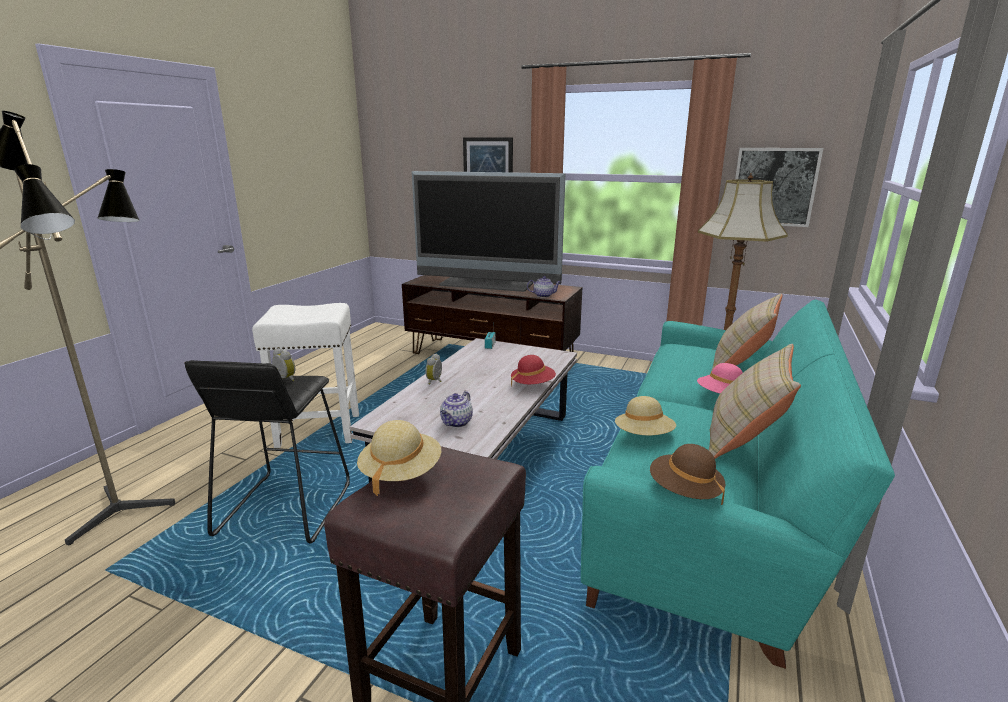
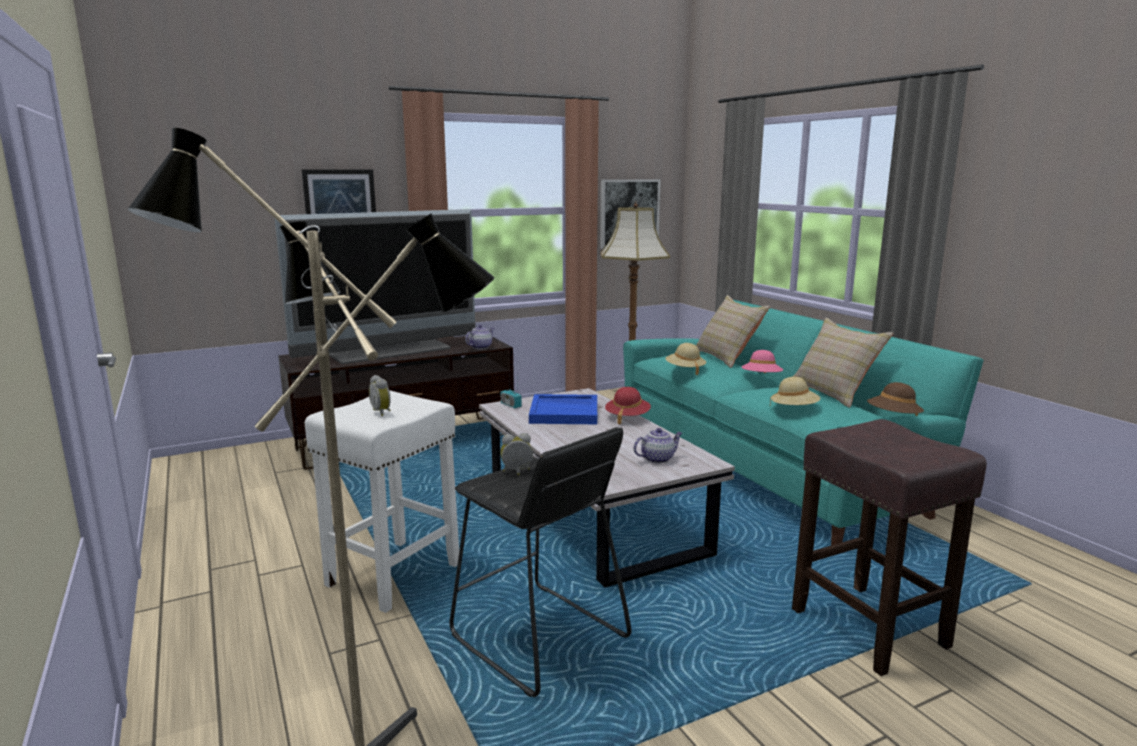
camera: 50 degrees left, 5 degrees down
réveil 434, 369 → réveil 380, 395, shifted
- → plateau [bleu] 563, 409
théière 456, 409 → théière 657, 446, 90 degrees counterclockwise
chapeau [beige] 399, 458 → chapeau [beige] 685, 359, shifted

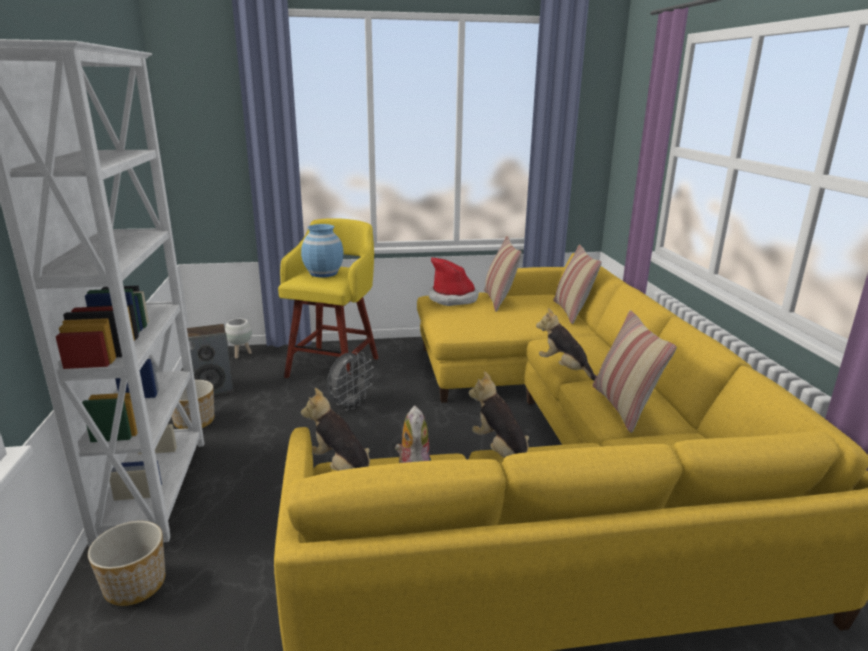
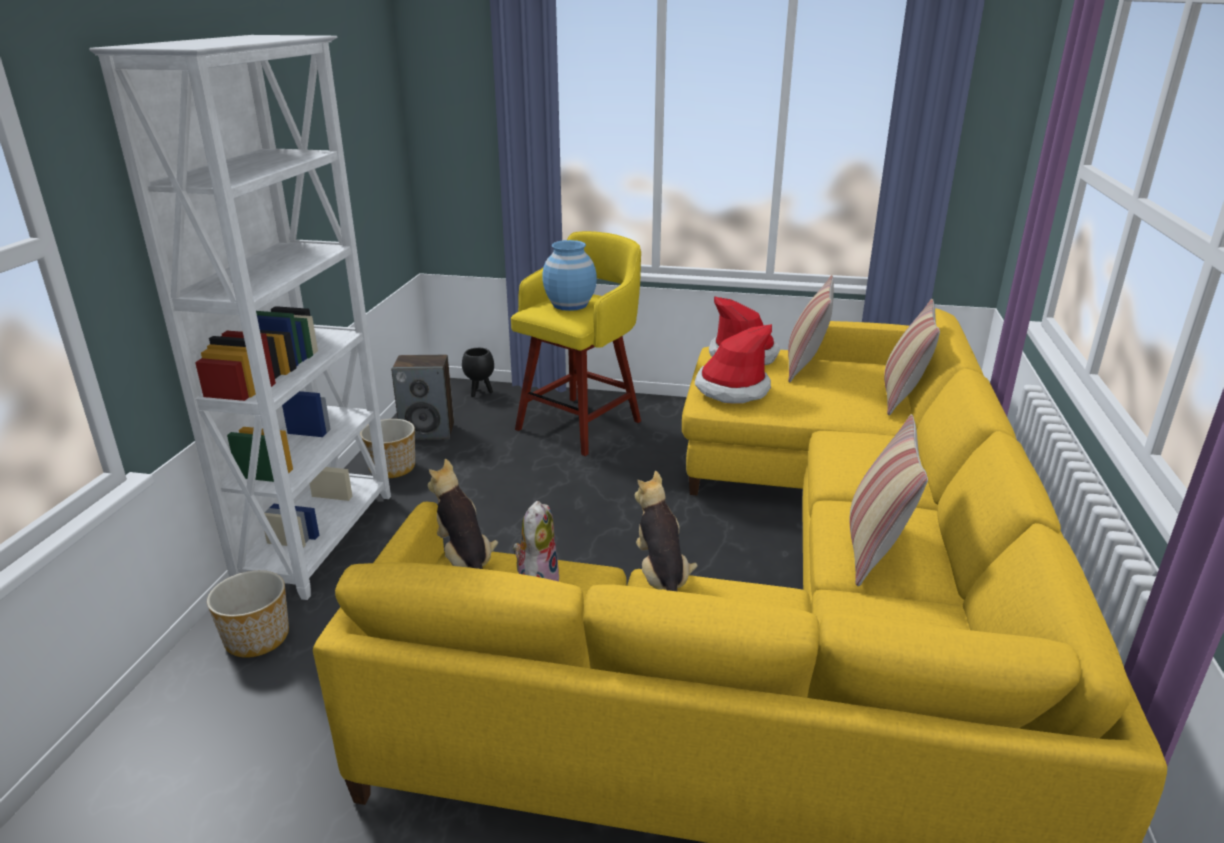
camera: 20 degrees right, 5 degrees up
cache-pot [blanc] 238, 339 → cache-pot [noir] 478, 372
- → chapeau 733, 364
ventilateur [gris] 350, 381 → -
peluche 566, 344 → -

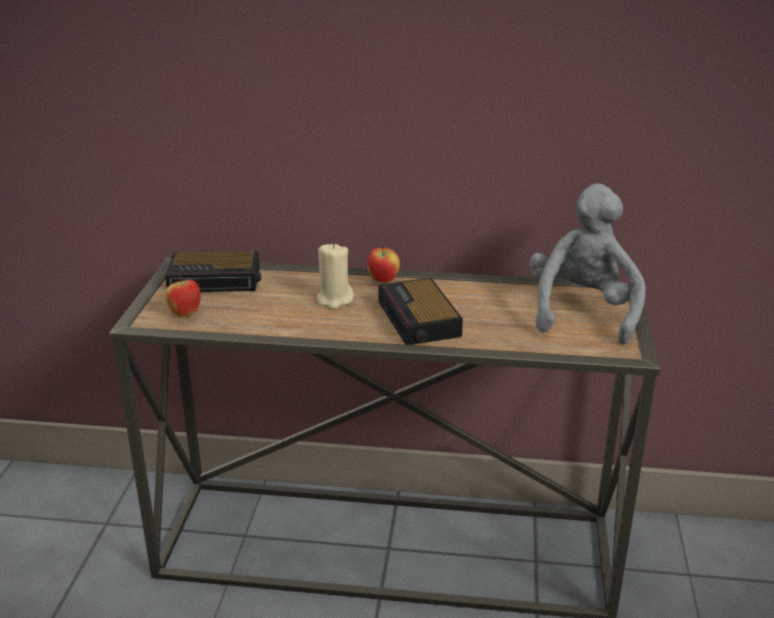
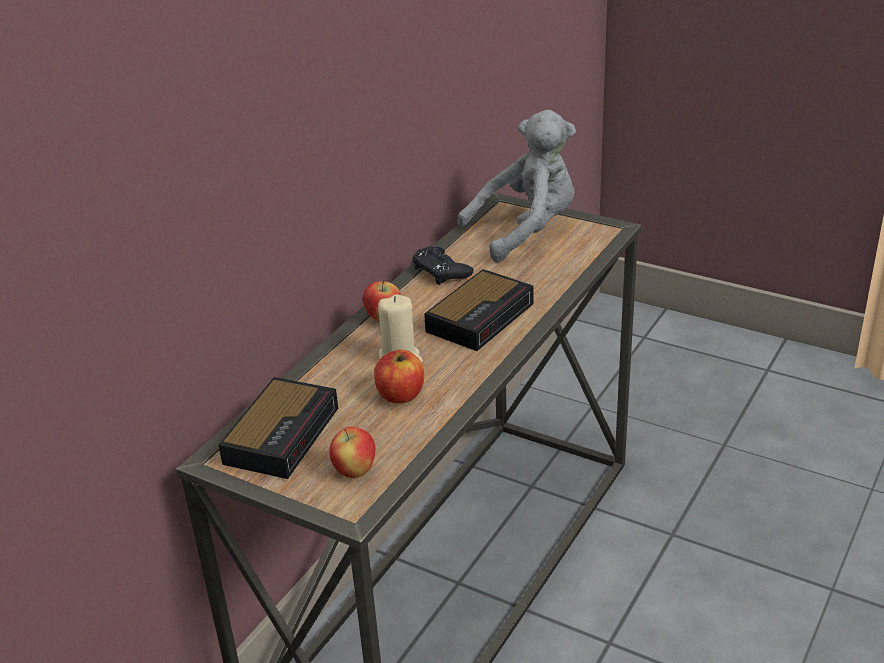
camera: 65 degrees left, 5 degrees up
- → pomme 399, 377
- → manette [noir] 442, 265
réveil 421, 311 → réveil 479, 310, 60 degrees counterclockwise
peluche [gris] 587, 263 → peluche [gris] 516, 186, 120 degrees clockwise

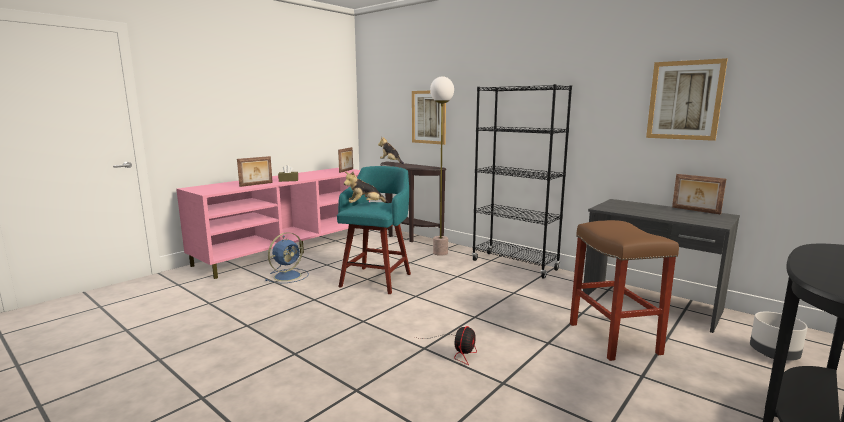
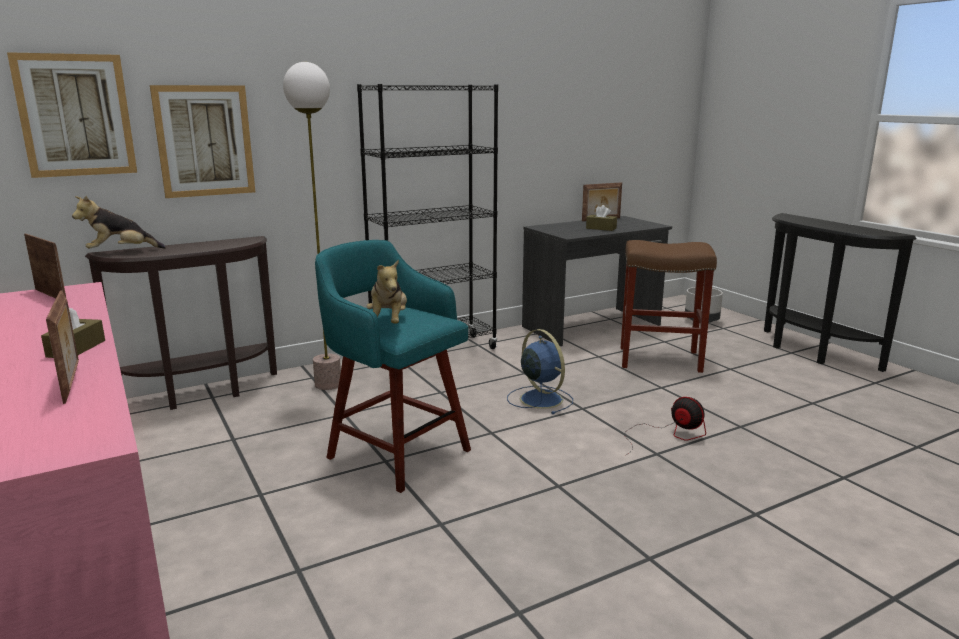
camera: 70 degrees left, 5 degrees up
tableau 687, 99 → tableau 72, 115, shifted
ventilateur [bleu] 287, 257 → ventilateur [bleu] 540, 371, shifted
- → boîte à mouchoirs [marron] 601, 218

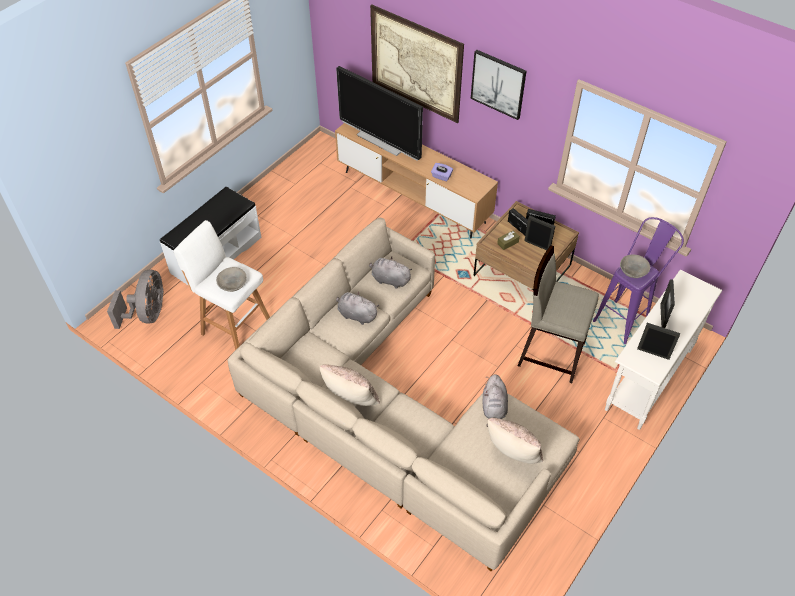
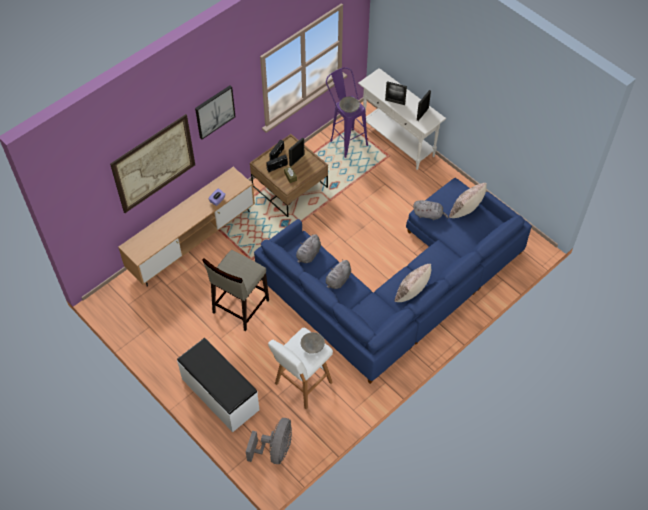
camera: 80 degrees left, 5 degrees up
tabouret [beige] 558, 314 → tabouret [beige] 235, 290, shifted
ventilateur [gris] 135, 299 → ventilateur [gris] 269, 441, 90 degrees clockwise
canapé [beige] 404, 394 → canapé [bleu] 393, 281
téléviseur 379, 113 → -

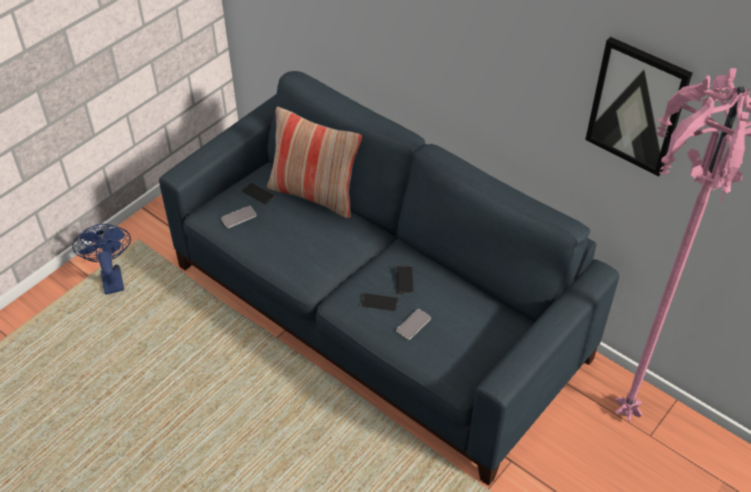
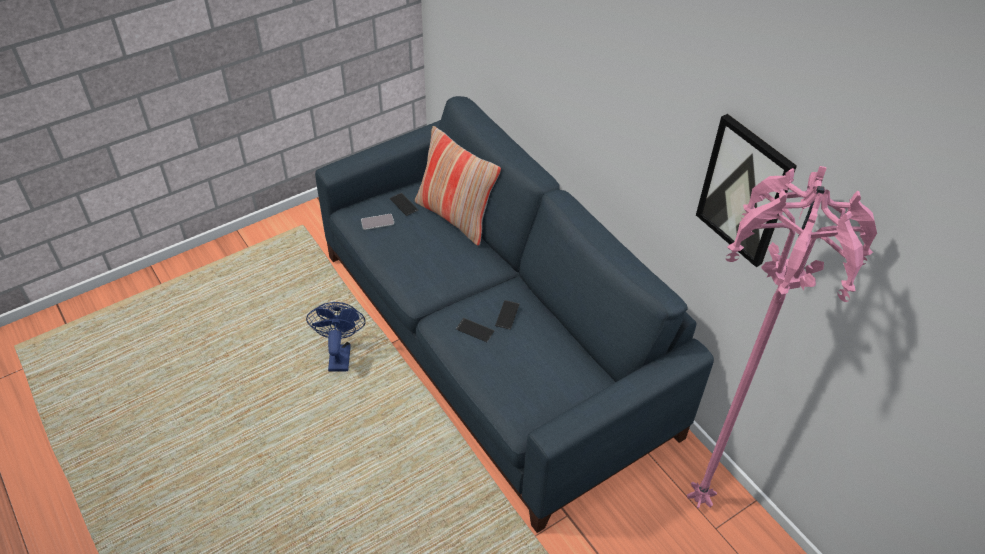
camera: 15 degrees right, 0 degrees up
ventilateur [bleu] 101, 259 → ventilateur [bleu] 336, 337, shifted
téléphone 413, 324 → -

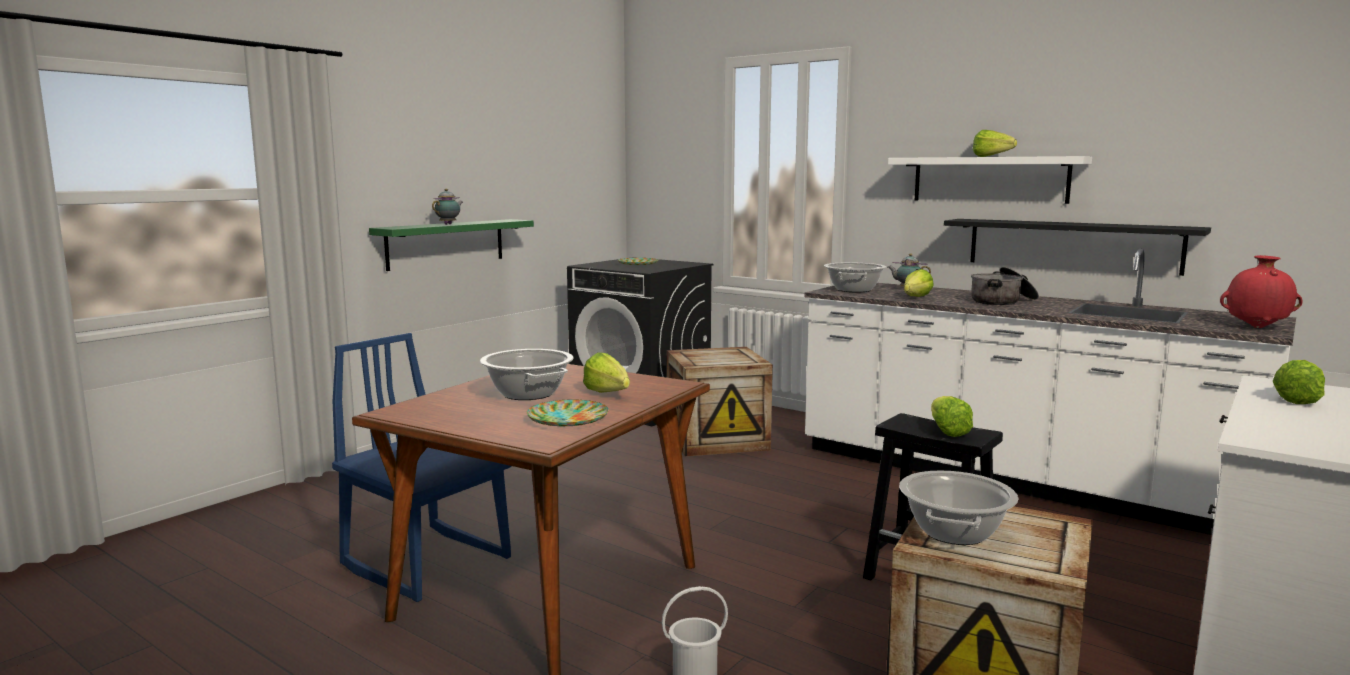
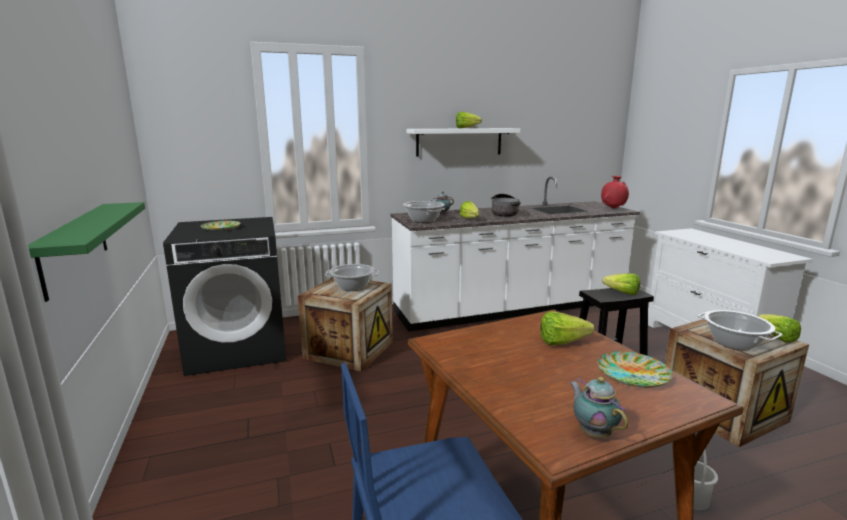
camera: 55 degrees left, 5 degrees up
marmite 526, 374 → marmite 352, 277, shifted
théière 447, 207 → théière 598, 407, shifted
laitue 1299, 382 → laitue 779, 328, shifted
étagère [noir] 1077, 247 → -

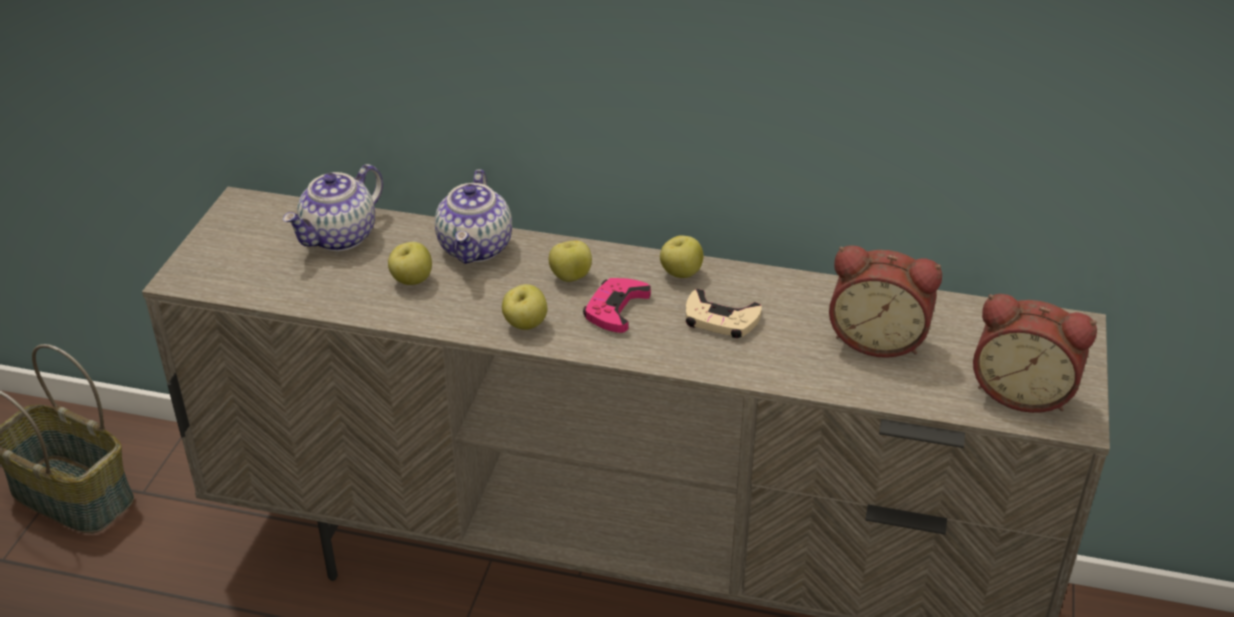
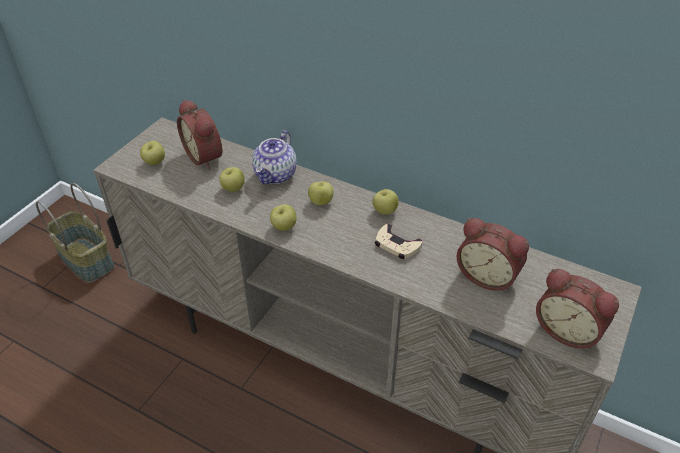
camera: 15 degrees right, 5 degrees up
- → pomme 152, 153
théière 333, 207 → réveil 199, 134
manette [rose] 617, 305 → -

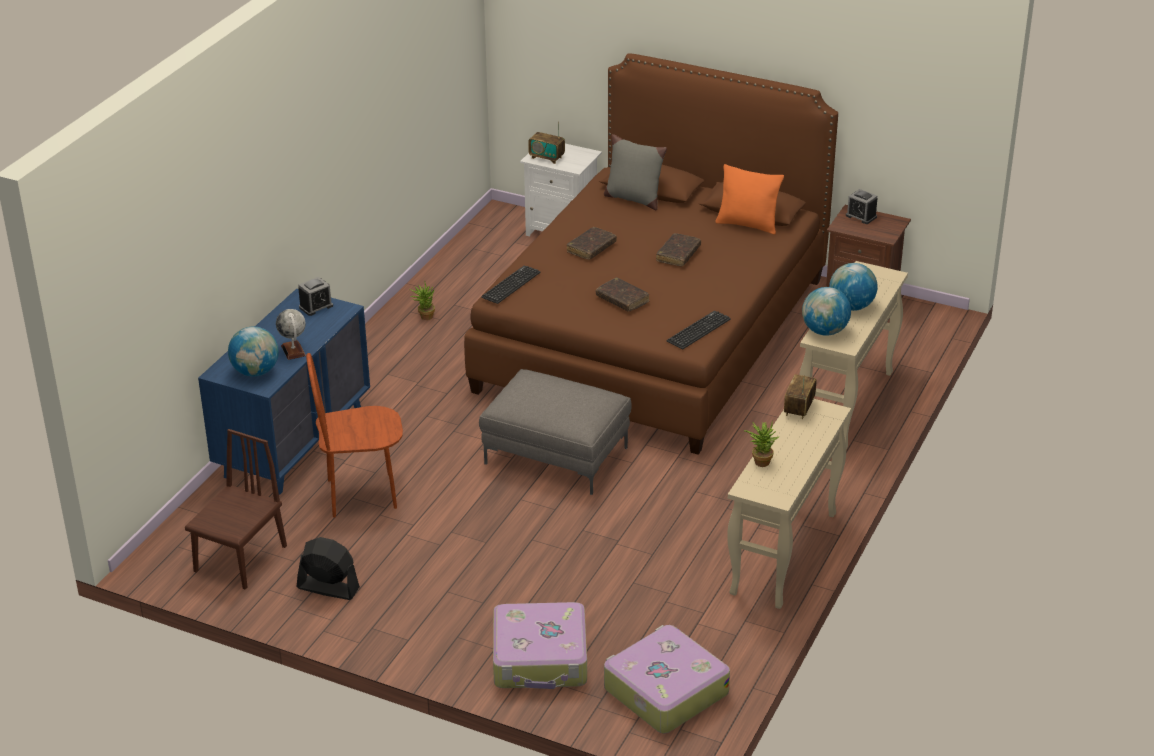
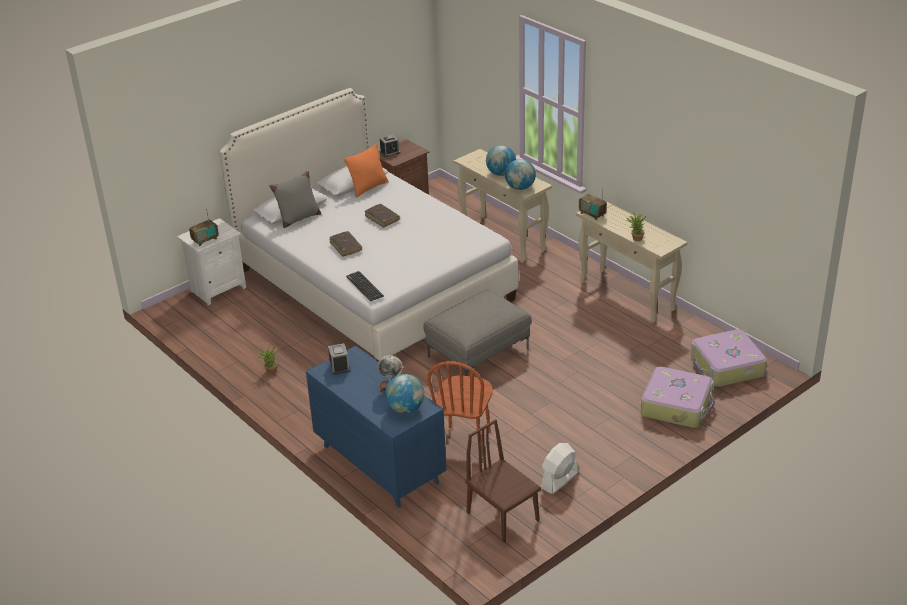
camera: 65 degrees left, 0 degrees up
lit [marron] 651, 254 → lit [blanc] 369, 225
ventilateur [noir] 328, 568 → ventilateur [blanc] 560, 468
livre [marron] 622, 294 → -
clavier 699, 330 → -

